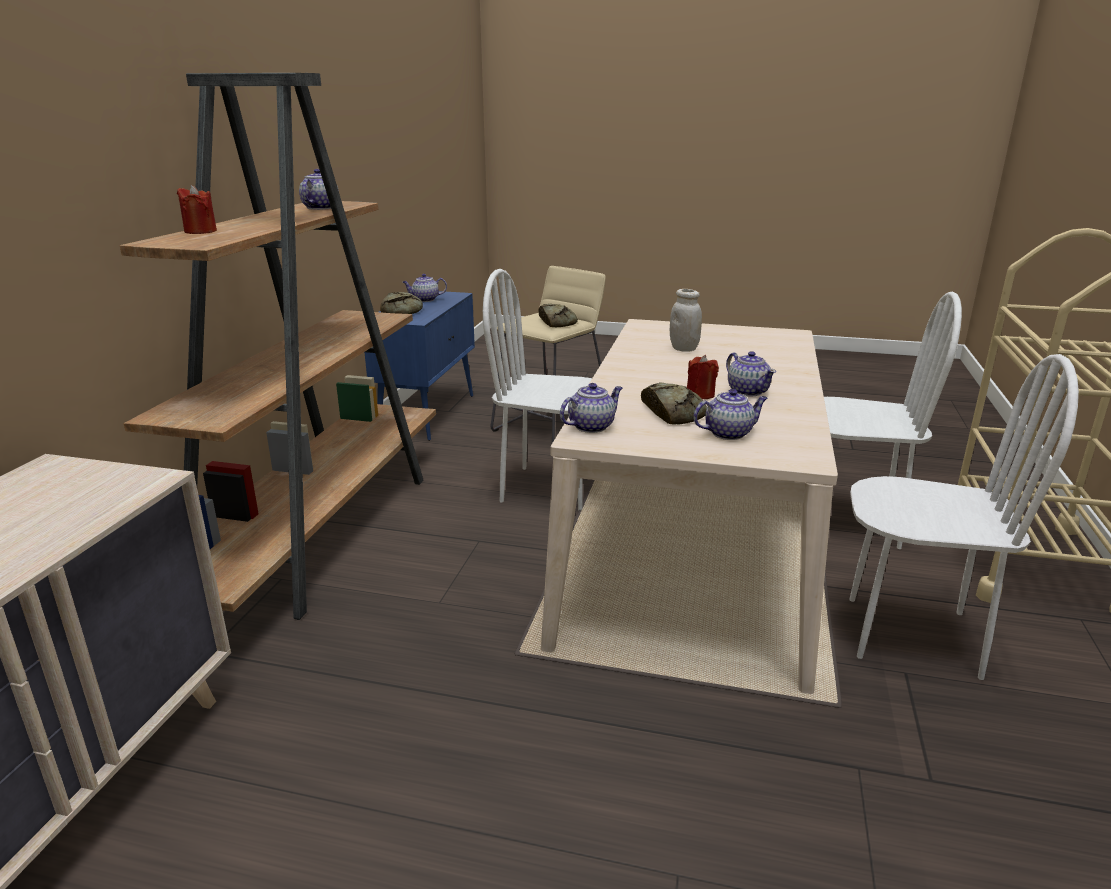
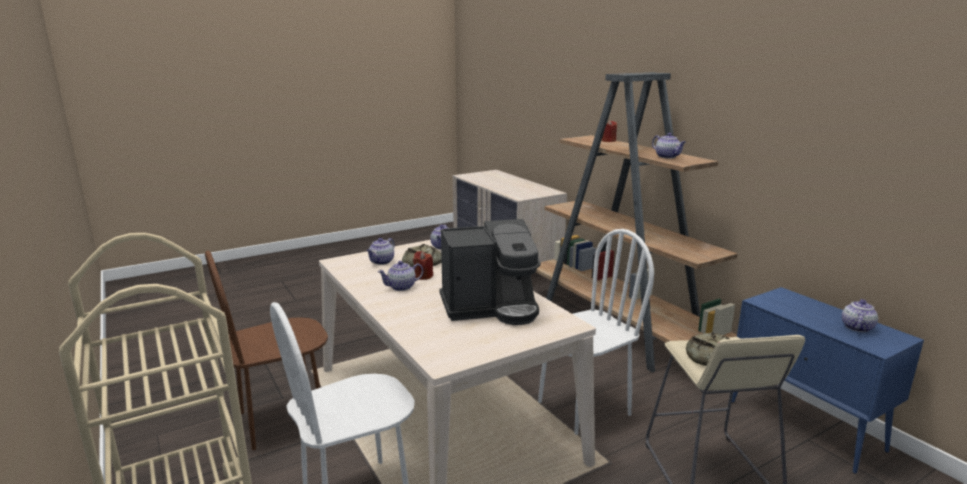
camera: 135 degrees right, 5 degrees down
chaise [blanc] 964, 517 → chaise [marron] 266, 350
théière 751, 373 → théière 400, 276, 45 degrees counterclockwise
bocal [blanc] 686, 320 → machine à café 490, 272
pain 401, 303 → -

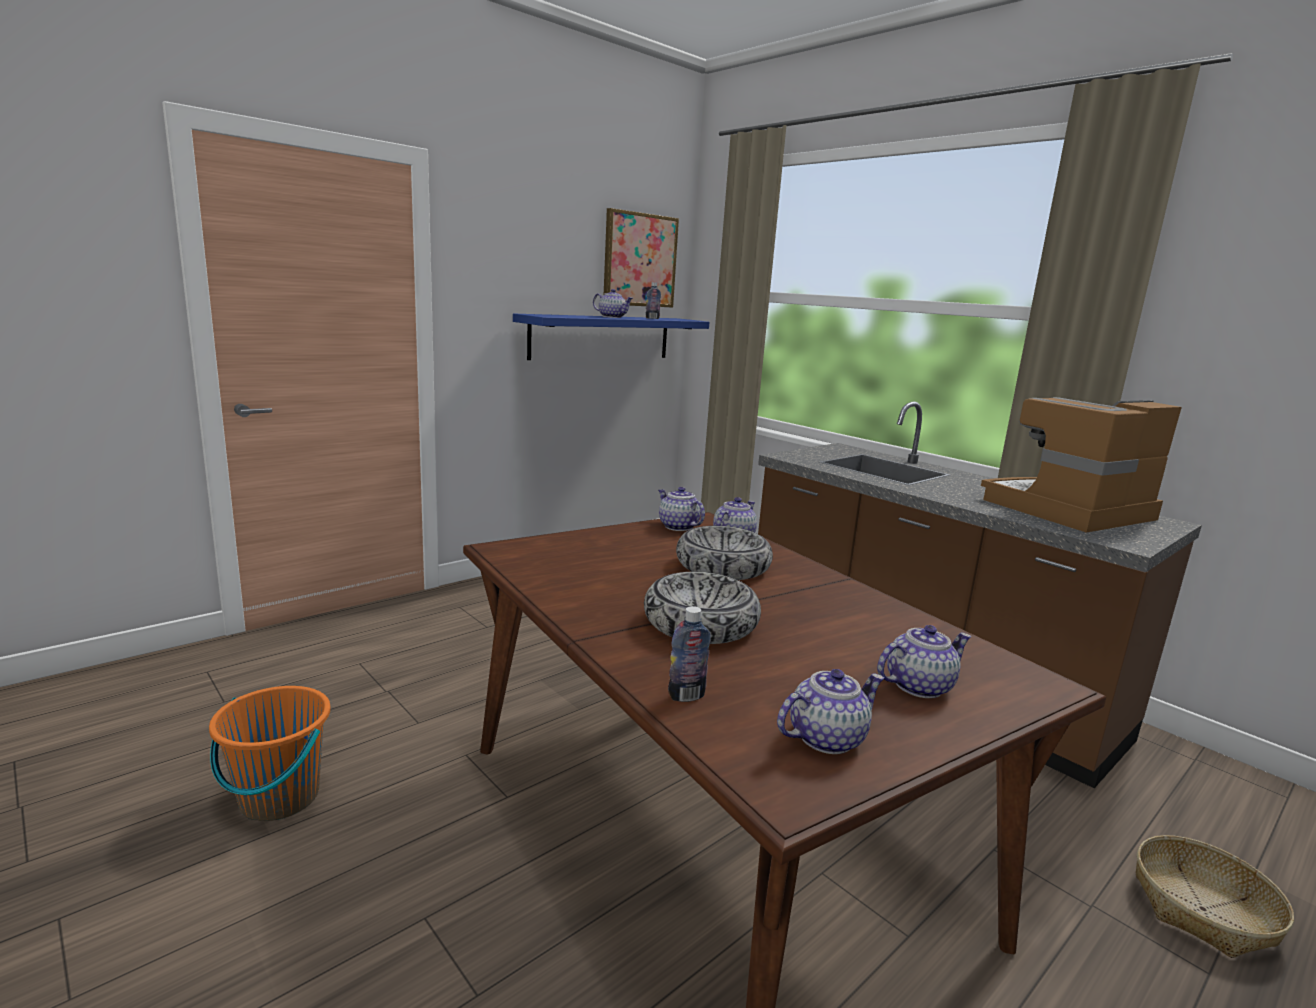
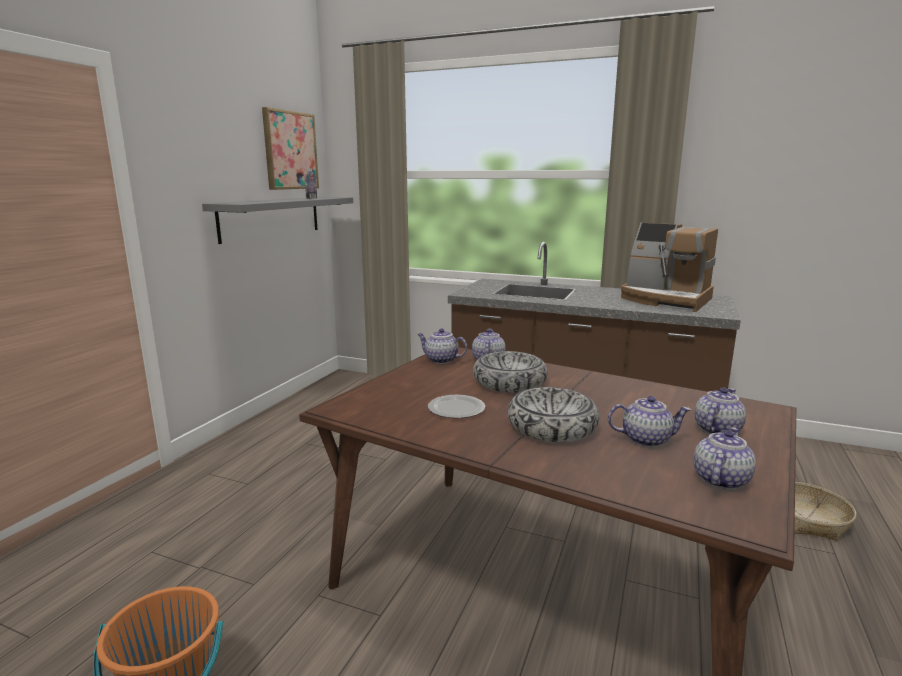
camera: 25 degrees left, 0 degrees up
étagère [bleu] 611, 337 → étagère [gris] 277, 220
- → assiette 456, 406
théière 613, 303 → théière 649, 421, shifted
machine à café 1081, 465 → machine à café 669, 267, 90 degrees counterclockwise
bouteille 689, 654 → -

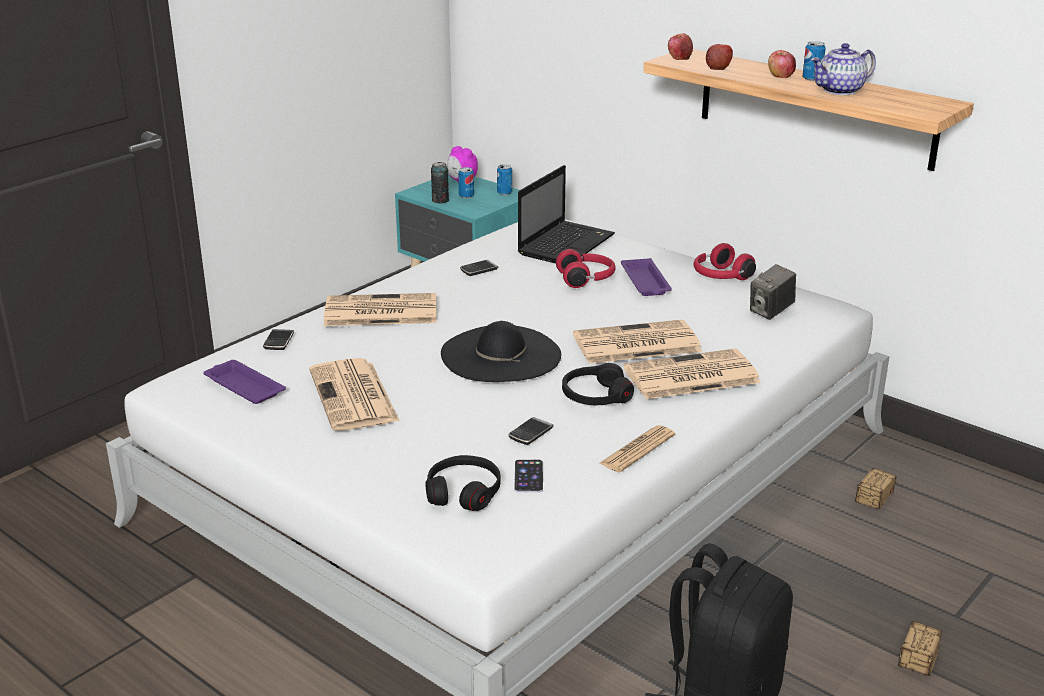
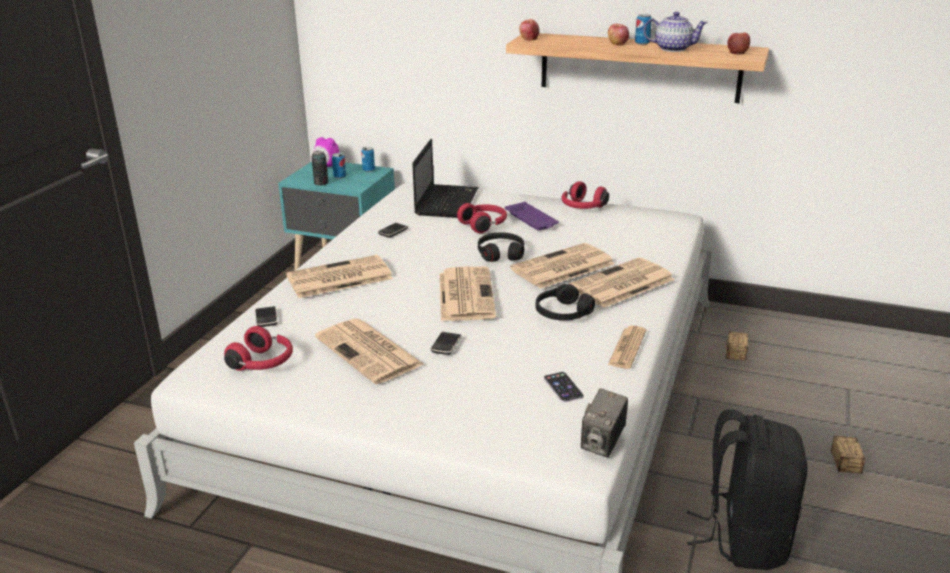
camera: 20 degrees left, 0 degrees up
plateau [violet] 244, 382 → casque audio [rouge] 258, 348
téléphone 531, 431 → téléphone 446, 343, shifted
chapeau [noir] 501, 351 → journal 468, 293
casque audio [noir] 462, 483 → casque audio [noir] 501, 247, shifted
appareil photo 773, 292 → appareil photo 604, 423, shifted
théière 843, 69 → théière 675, 32, 120 degrees counterclockwise
pomme 719, 57 → pomme 739, 43, shifted

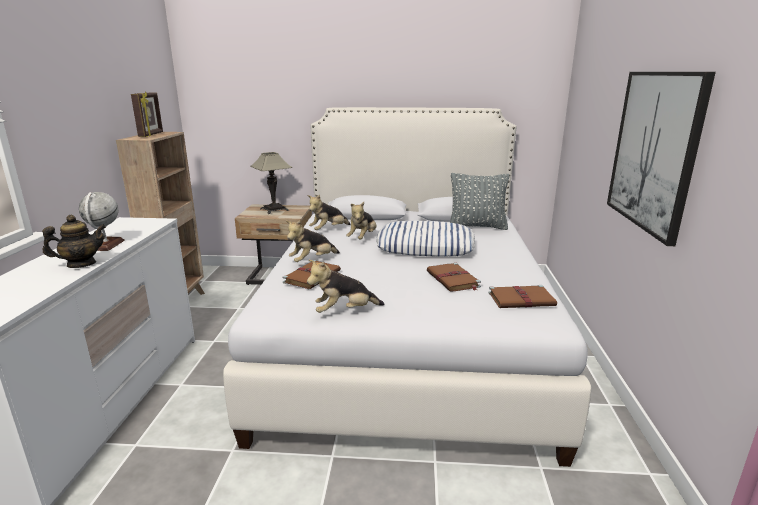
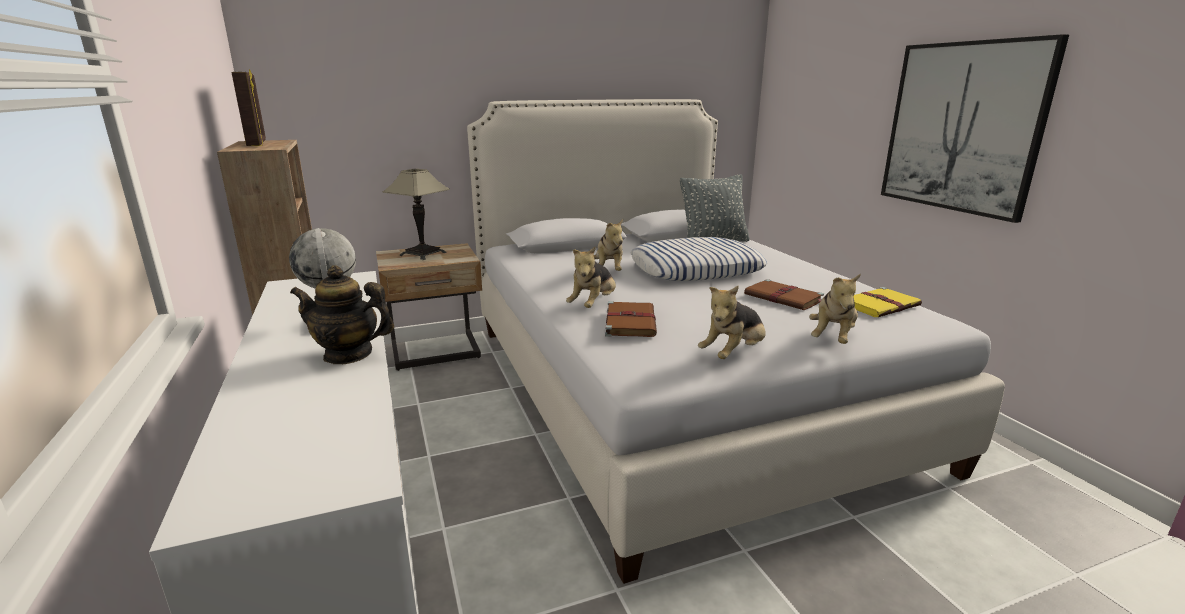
camera: 25 degrees left, 0 degrees up
théière 74, 241 → théière 342, 314, 120 degrees counterclockwise
peluche 329, 212 → peluche 835, 308, shifted
livre [marron] 522, 296 → livre [jaune] 887, 302

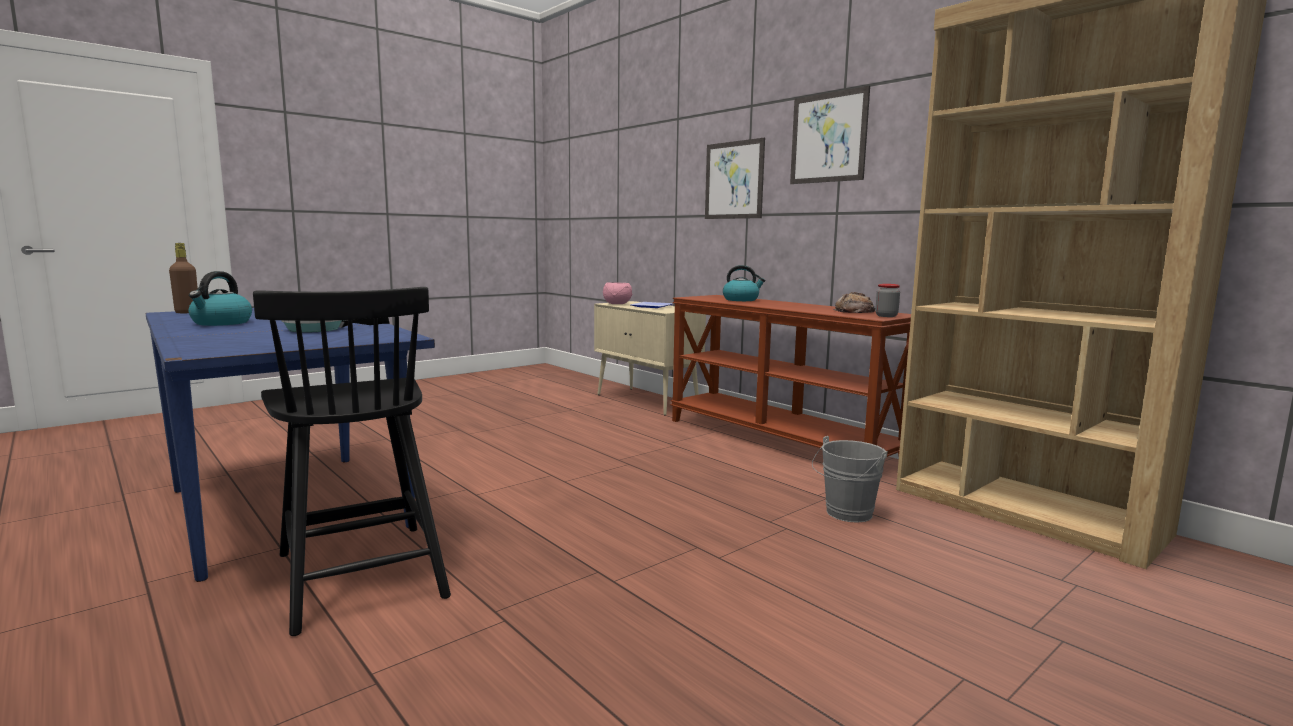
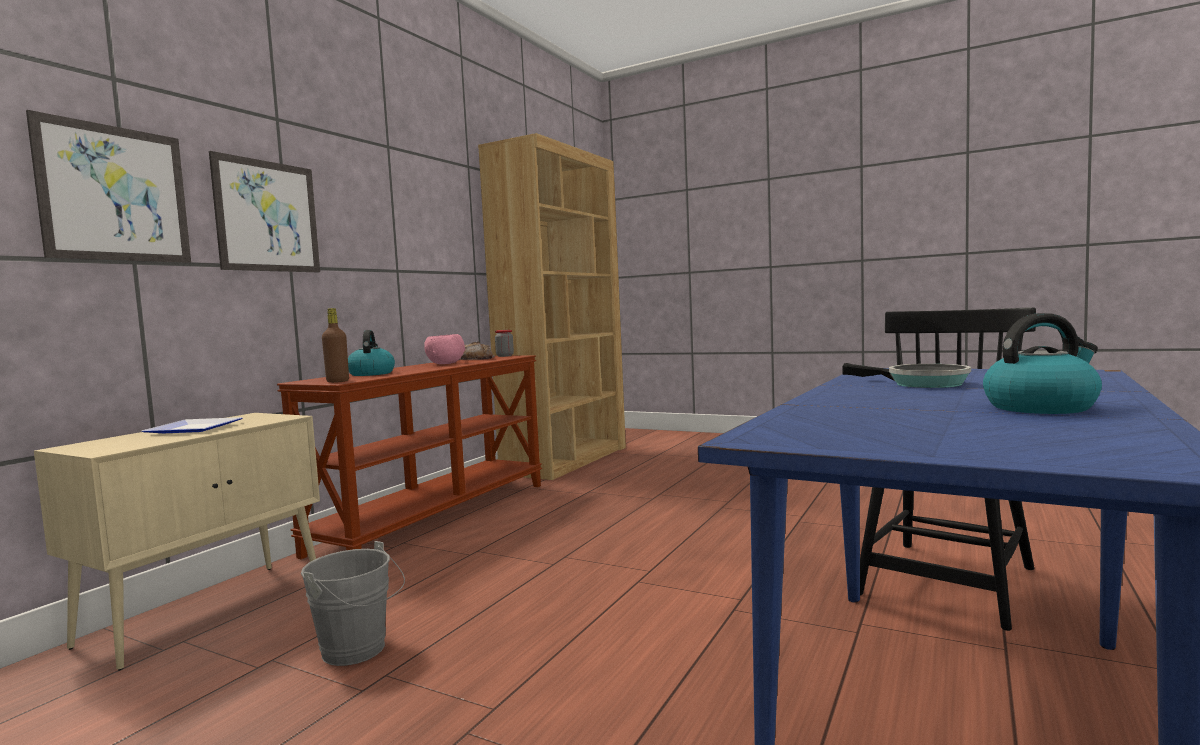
camera: 110 degrees left, 5 degrees down
tableau 830, 135 → tableau 108, 186, shifted
seau [gris] 850, 479 → seau [gris] 353, 603, shifted
bouteille [marron] 183, 278 → bouteille [marron] 335, 345, shifted
bol [rose] 617, 293 → bol [rose] 444, 349, shifted

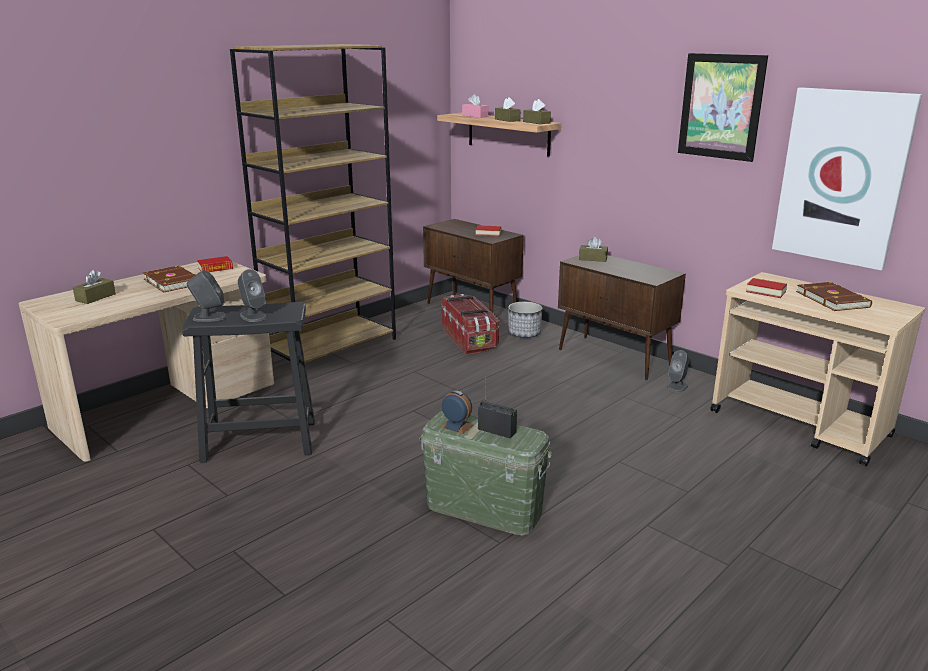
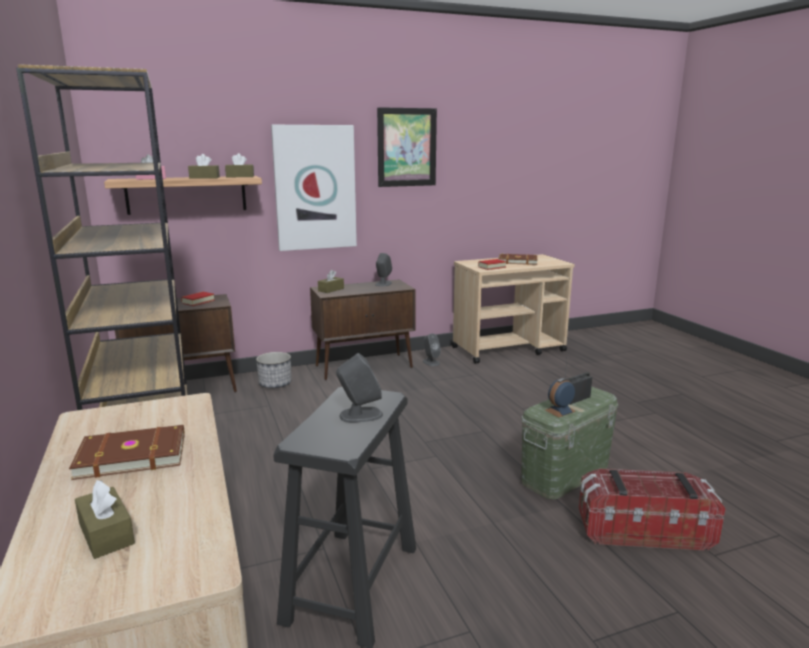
camera: 65 degrees left, 5 degrees down
tableau 847, 178 → tableau 314, 188, shifted
enceinte [gris] 207, 296 → enceinte [gris] 383, 270, shifted
boîte de rangement 470, 324 → boîte de rangement 652, 510, shifted
livre 215, 264 → -

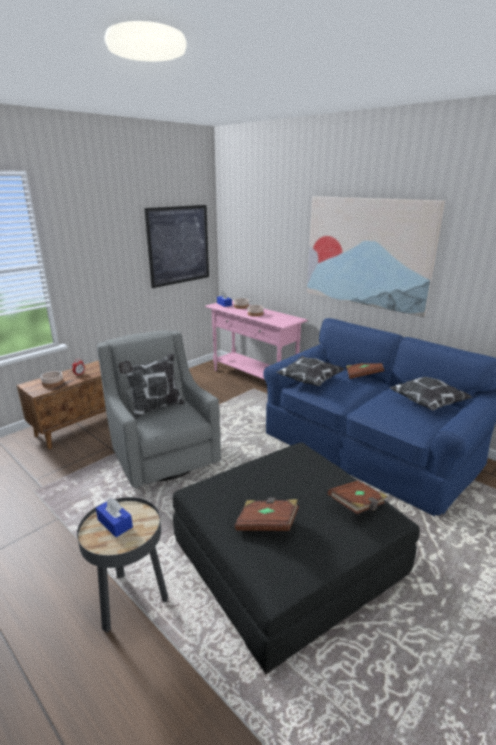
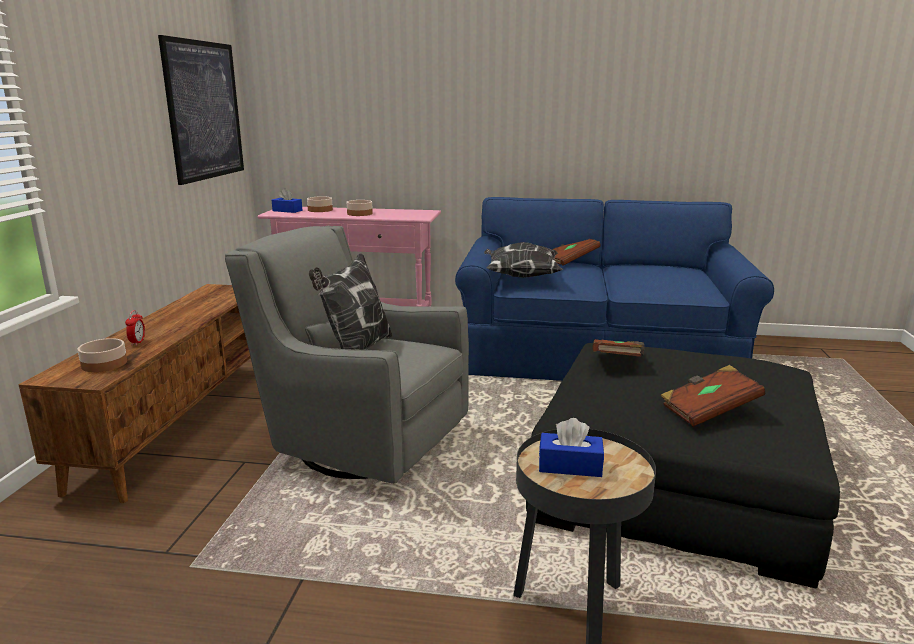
camera: 35 degrees left, 5 degrees down
livre [marron] 358, 497 → livre [marron] 618, 348, shifted
tableau 376, 256 → -
coussin 430, 394 → -

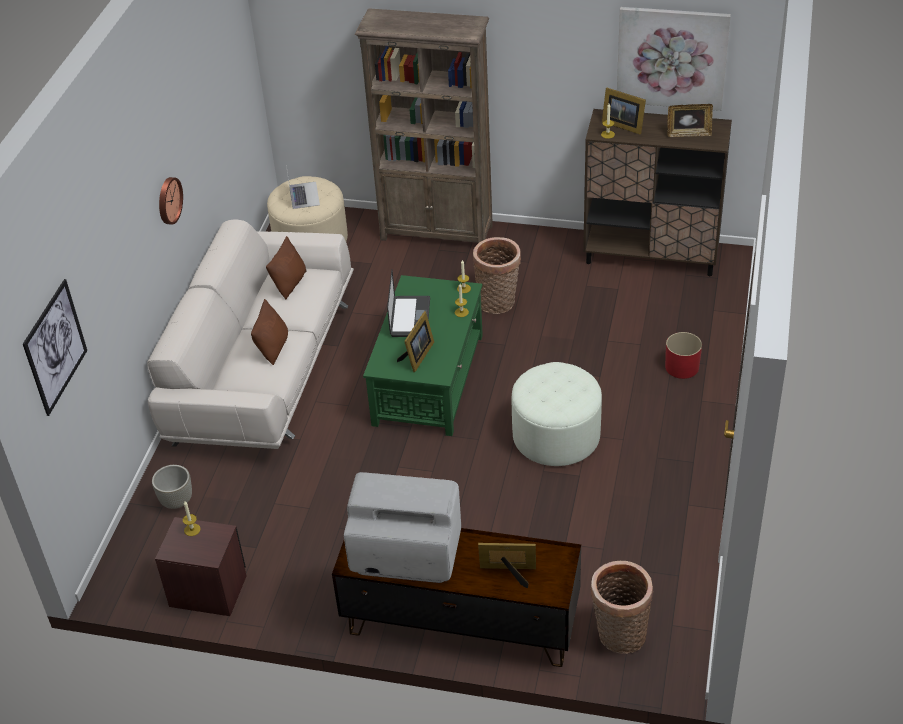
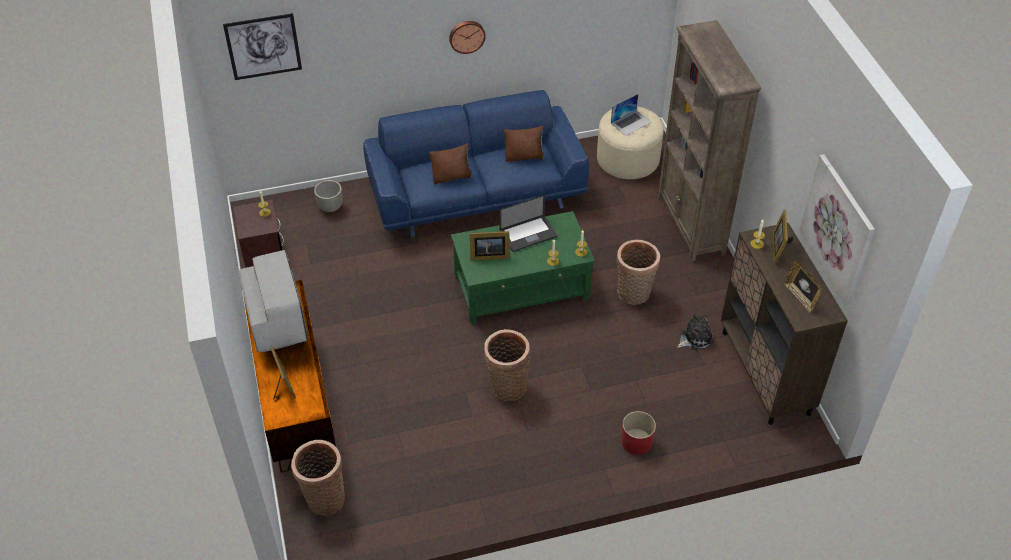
camera: 60 degrees right, 5 degrees up
canapé [blanc] 250, 334 → canapé [bleu] 476, 163
pouf [blanc] 557, 414 → panier 507, 365
- → peluche 695, 331

